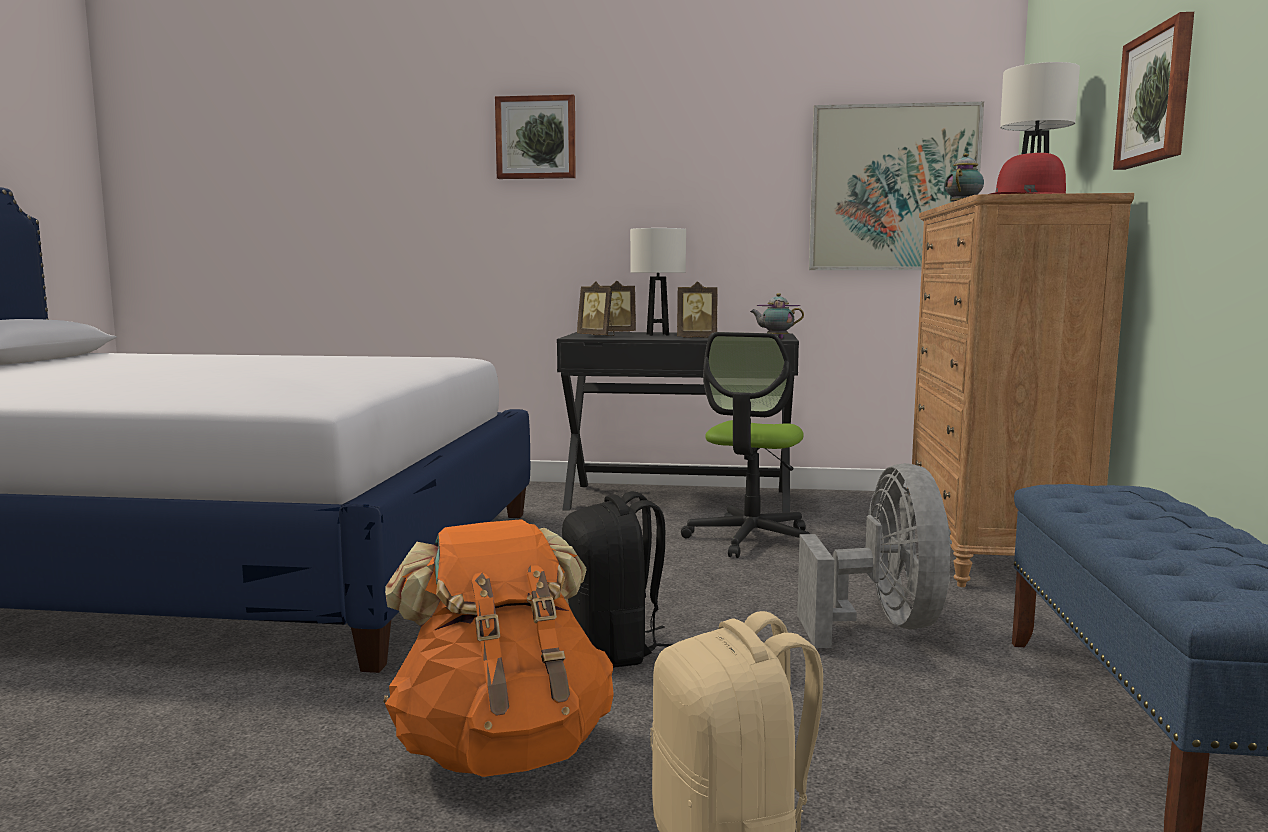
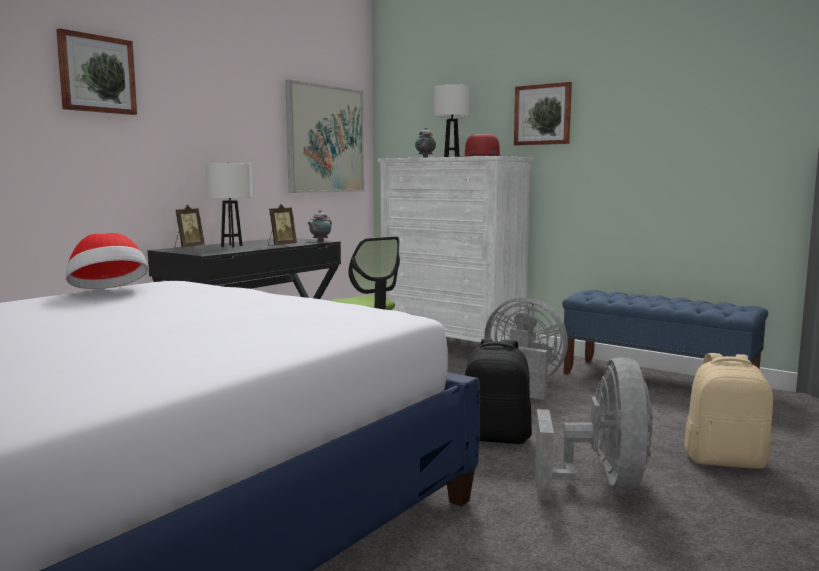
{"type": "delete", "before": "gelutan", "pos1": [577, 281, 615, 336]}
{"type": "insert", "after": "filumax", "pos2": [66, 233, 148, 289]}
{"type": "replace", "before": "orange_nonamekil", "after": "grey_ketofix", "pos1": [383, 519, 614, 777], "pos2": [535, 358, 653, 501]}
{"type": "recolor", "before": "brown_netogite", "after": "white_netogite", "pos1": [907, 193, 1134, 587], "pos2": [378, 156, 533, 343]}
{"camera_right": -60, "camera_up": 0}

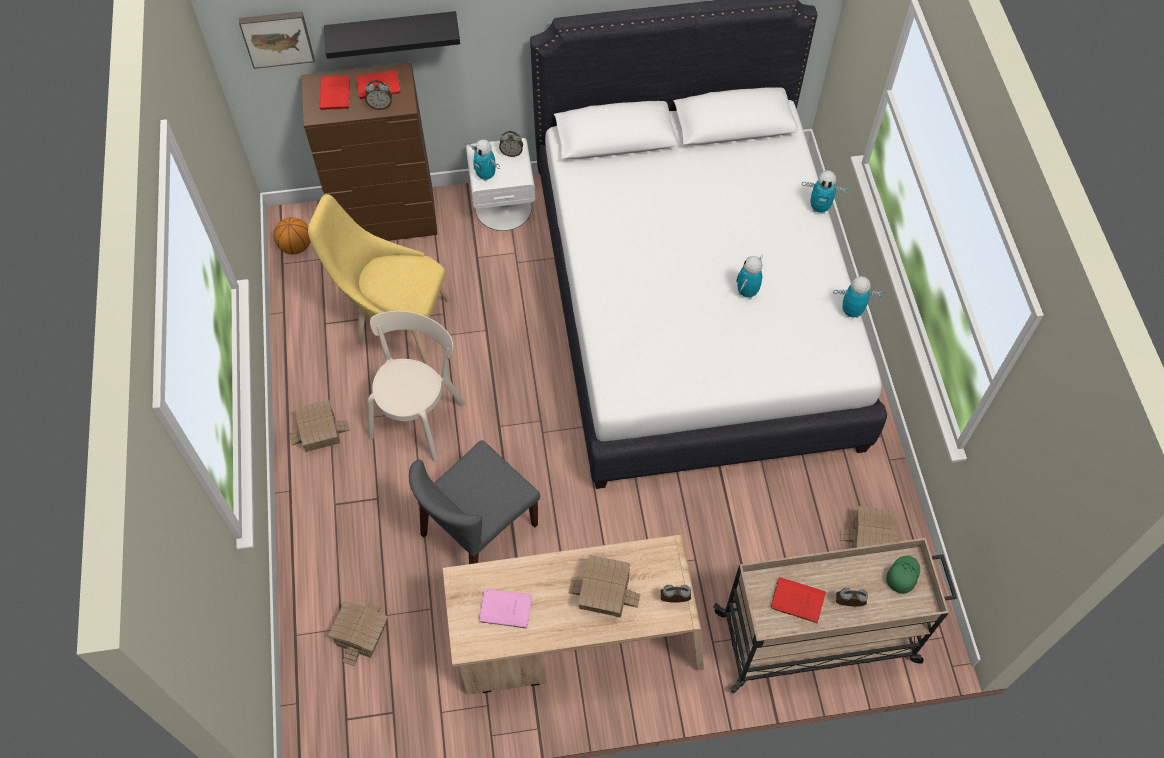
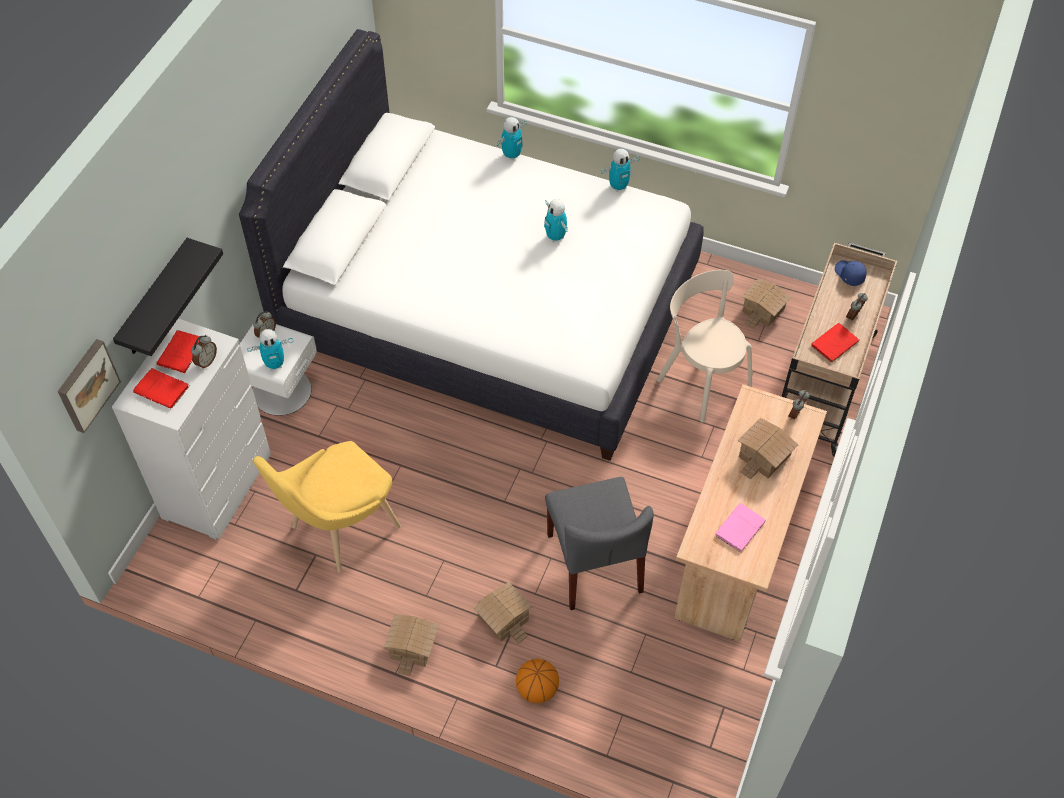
{"type": "move", "before": "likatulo", "pos1": [274, 217, 311, 254], "pos2": [516, 659, 559, 703]}
{"type": "move", "before": "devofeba", "pos1": [328, 601, 388, 666], "pos2": [474, 582, 532, 644]}
{"type": "move", "before": "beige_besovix", "pos1": [367, 311, 465, 461], "pos2": [656, 270, 752, 422]}
{"type": "recolor", "before": "brown_netogite", "after": "white_netogite", "pos1": [301, 63, 437, 241], "pos2": [112, 319, 271, 540]}
{"type": "recolor", "before": "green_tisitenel", "after": "blue_tisitenel", "pos1": [886, 556, 920, 594], "pos2": [835, 260, 867, 286]}
{"type": "rotate", "before": "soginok", "pos1": [833, 276, 884, 318], "pos2": [601, 149, 640, 192], "turn": -150}
{"camera_right": -60, "camera_up": -5}

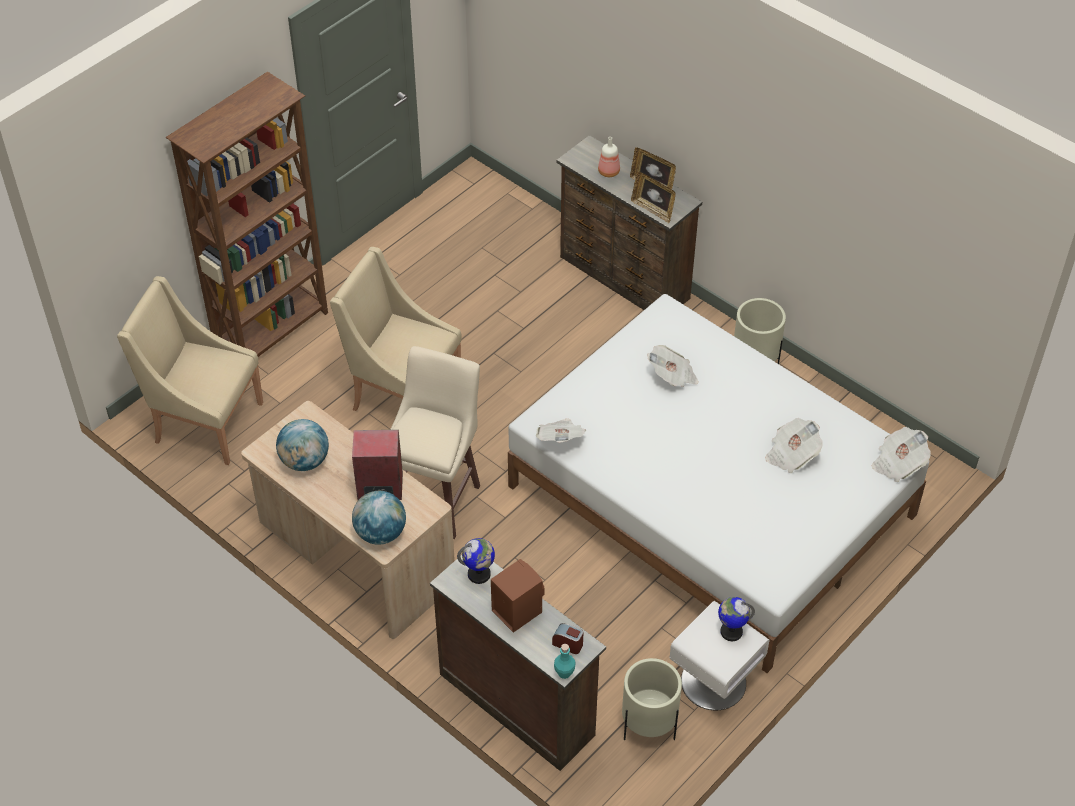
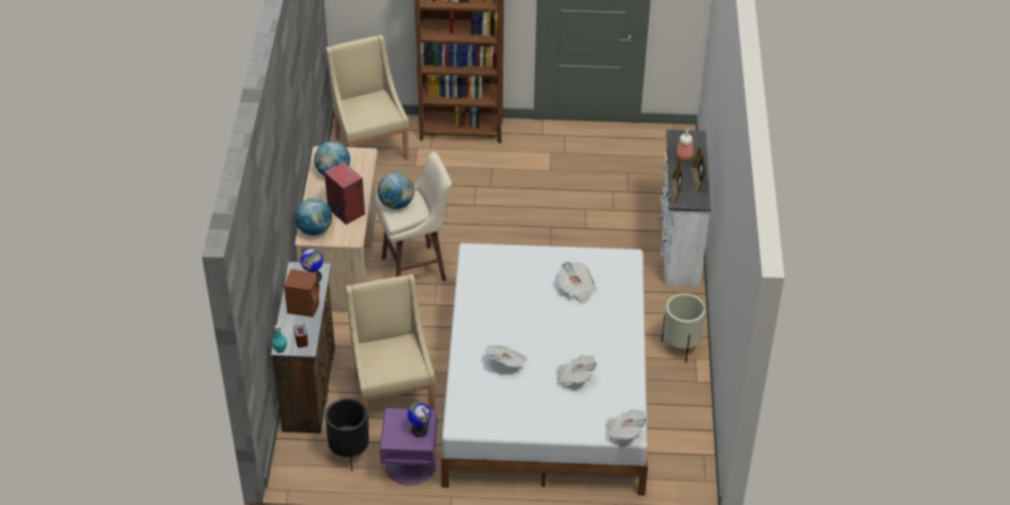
{"type": "insert", "after": "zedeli", "pos2": [378, 172, 415, 209]}
{"type": "move", "before": "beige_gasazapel", "pos1": [330, 247, 462, 411], "pos2": [346, 274, 435, 428]}
{"type": "move", "before": "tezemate", "pos1": [536, 419, 586, 443], "pos2": [485, 346, 527, 368]}
{"type": "recolor", "before": "brown_netogite", "after": "white_netogite", "pos1": [556, 135, 702, 310], "pos2": [660, 130, 711, 287]}
{"type": "recolor", "before": "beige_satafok", "after": "black_satafok", "pos1": [622, 658, 682, 740], "pos2": [325, 398, 369, 471]}
{"type": "recolor", "before": "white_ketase", "after": "purple_ketase", "pos1": [669, 601, 770, 710], "pos2": [380, 408, 438, 485]}
{"camera_right": 50, "camera_up": -5}

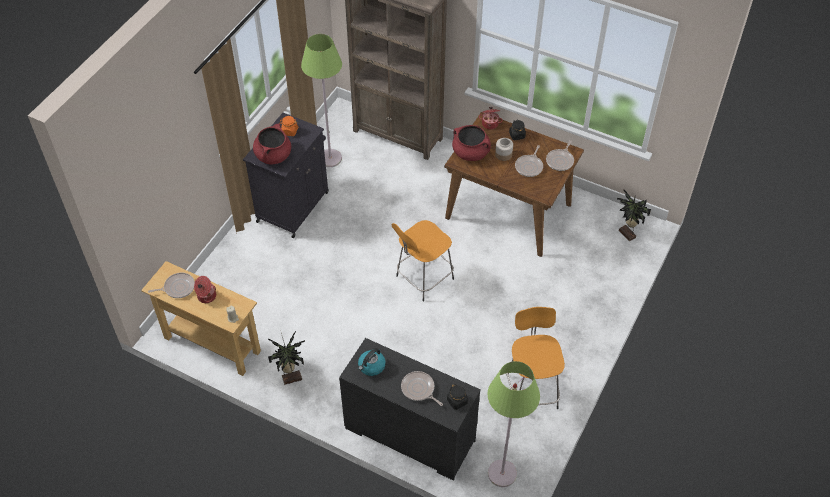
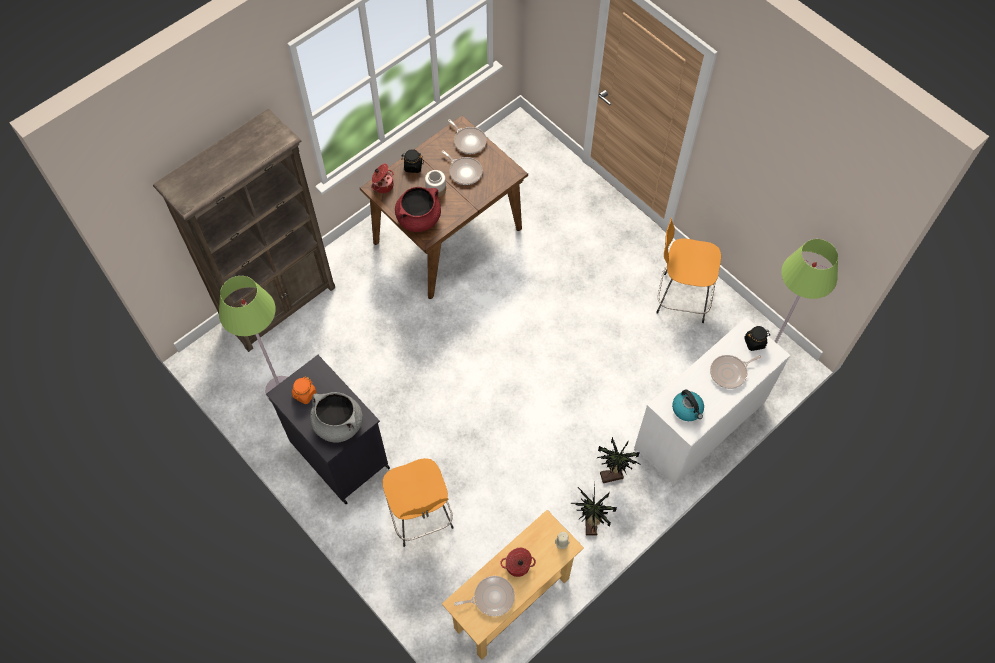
{"type": "move", "before": "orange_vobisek", "pos1": [392, 220, 454, 301], "pos2": [382, 458, 454, 547]}
{"type": "move", "before": "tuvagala", "pos1": [617, 190, 651, 241], "pos2": [597, 437, 640, 483]}
{"type": "recolor", "before": "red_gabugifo", "after": "grey_gabugifo", "pos1": [253, 123, 291, 164], "pos2": [310, 392, 363, 443]}
{"type": "recolor", "before": "black_netogite", "after": "white_netogite", "pos1": [339, 338, 481, 481], "pos2": [634, 317, 790, 487]}
{"type": "rotate", "before": "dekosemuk", "pos1": [148, 273, 195, 298], "pos2": [454, 576, 515, 617], "turn": 75}
{"camera_right": -70, "camera_up": 10}

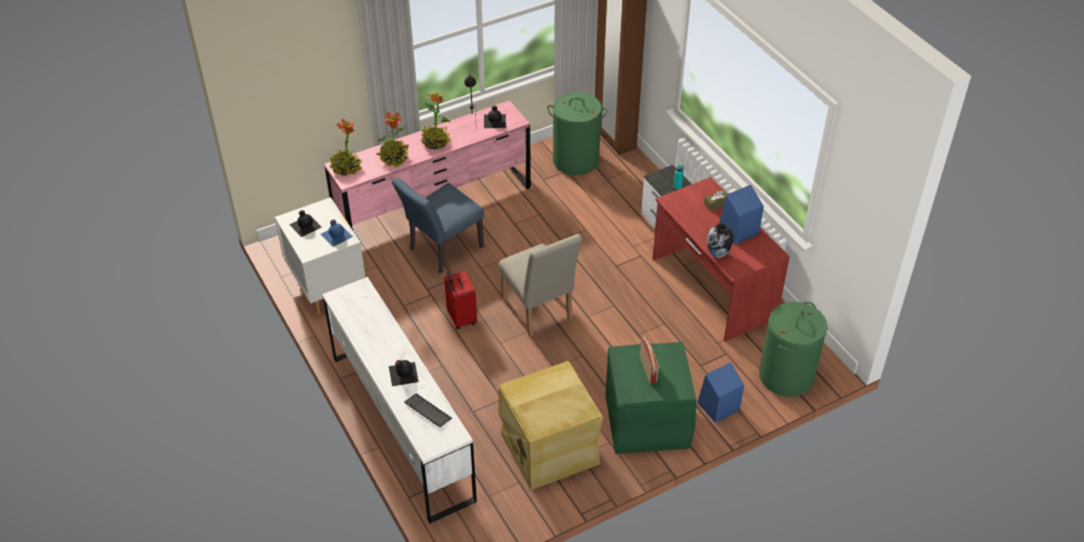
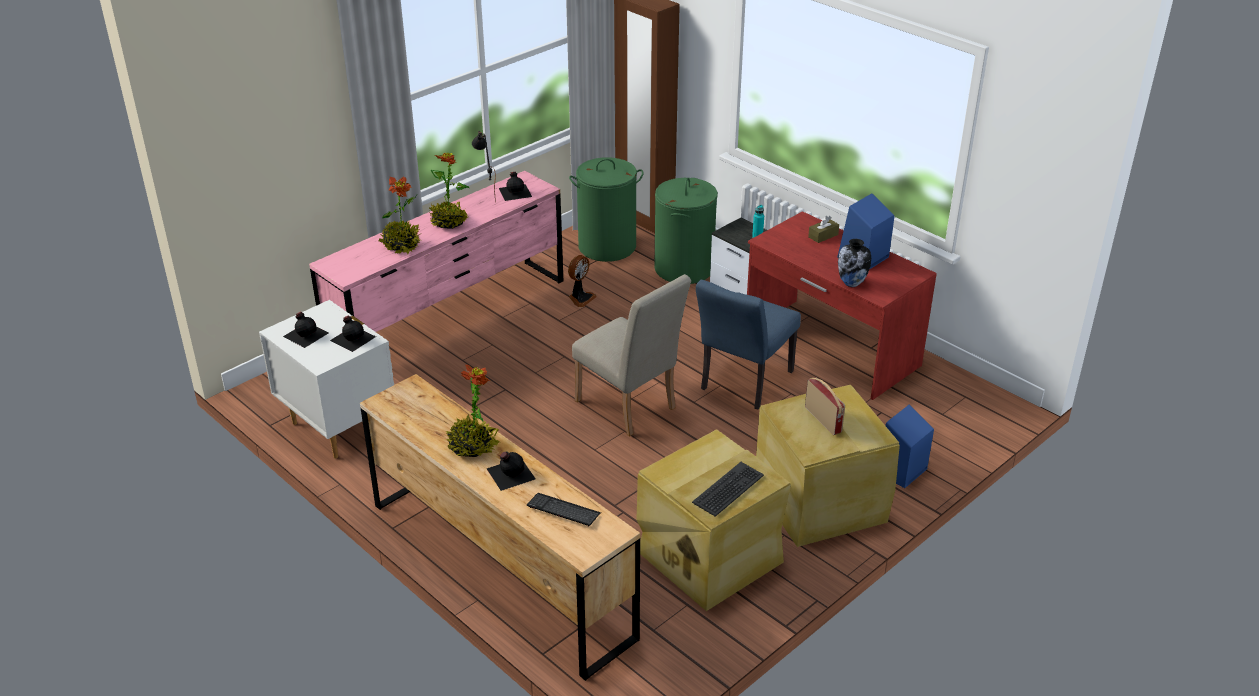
{"type": "delete", "before": "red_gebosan", "pos1": [444, 271, 477, 329]}
{"type": "insert", "after": "ketofix", "pos2": [568, 255, 597, 307]}
{"type": "insert", "after": "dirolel", "pos2": [692, 462, 764, 517]}
{"type": "move", "before": "tuvagala", "pos1": [330, 119, 362, 175], "pos2": [446, 364, 499, 457]}
{"type": "move", "before": "blue_besovix", "pos1": [392, 178, 484, 274], "pos2": [696, 280, 801, 409]}
{"type": "move", "before": "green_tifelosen", "pos1": [759, 302, 828, 397], "pos2": [654, 178, 718, 284]}
{"type": "recolor", "before": "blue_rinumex", "after": "black_rinumex", "pos1": [321, 220, 353, 247], "pos2": [330, 316, 376, 352]}
{"type": "recolor", "before": "white_netogite", "after": "brown_netogite", "pos1": [322, 277, 477, 524], "pos2": [360, 374, 640, 681]}
{"type": "recolor", "before": "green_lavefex", "after": "beige_lavefex", "pos1": [605, 342, 696, 454], "pos2": [756, 385, 900, 547]}
{"camera_right": -15, "camera_up": -10}

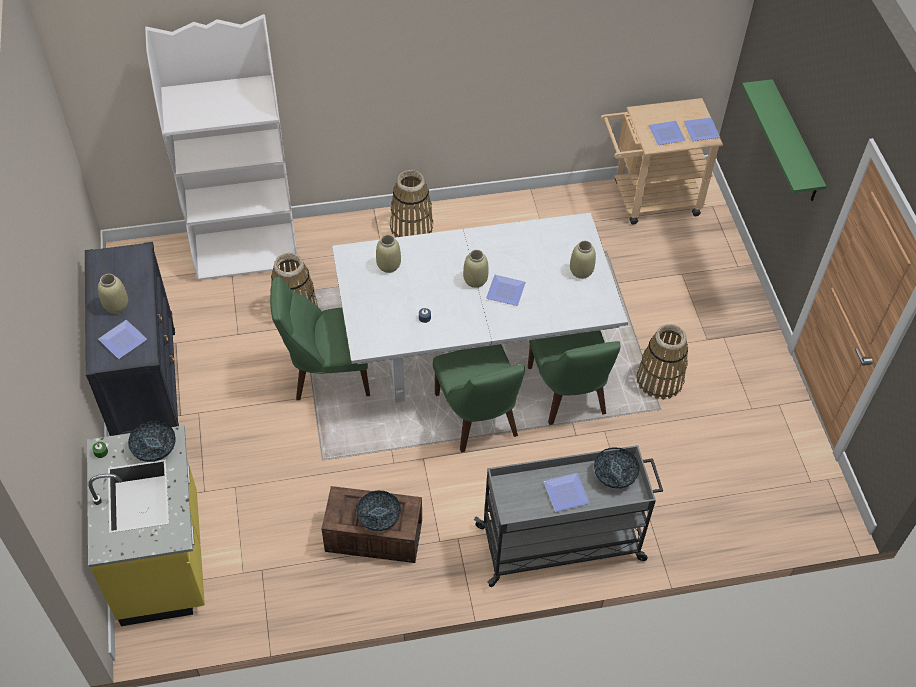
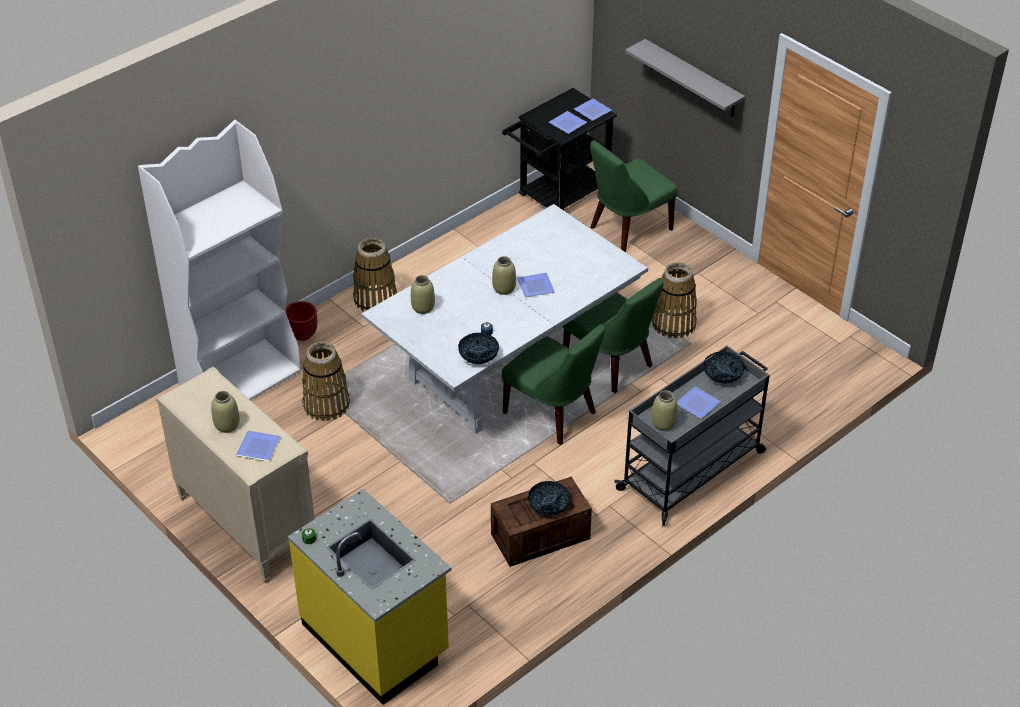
{"type": "insert", "after": "red_satafok", "pos2": [286, 301, 317, 341]}
{"type": "move", "before": "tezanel", "pos1": [128, 420, 176, 462], "pos2": [458, 333, 499, 364]}
{"type": "move", "before": "green_besovix", "pos1": [270, 276, 370, 400], "pos2": [590, 140, 677, 252]}
{"type": "move", "before": "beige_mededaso", "pos1": [570, 241, 596, 279], "pos2": [652, 390, 678, 431]}
{"type": "recolor", "before": "black_netogite", "after": "beige_netogite", "pos1": [85, 242, 179, 436], "pos2": [156, 366, 315, 583]}
{"type": "recolor", "before": "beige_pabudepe", "after": "black_pabudepe", "pos1": [600, 98, 723, 225], "pos2": [502, 88, 617, 210]}
{"type": "recolor", "before": "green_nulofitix", "after": "grey_nulofitix", "pos1": [742, 79, 826, 201], "pos2": [625, 39, 745, 117]}
{"camera_right": -30, "camera_up": -10}

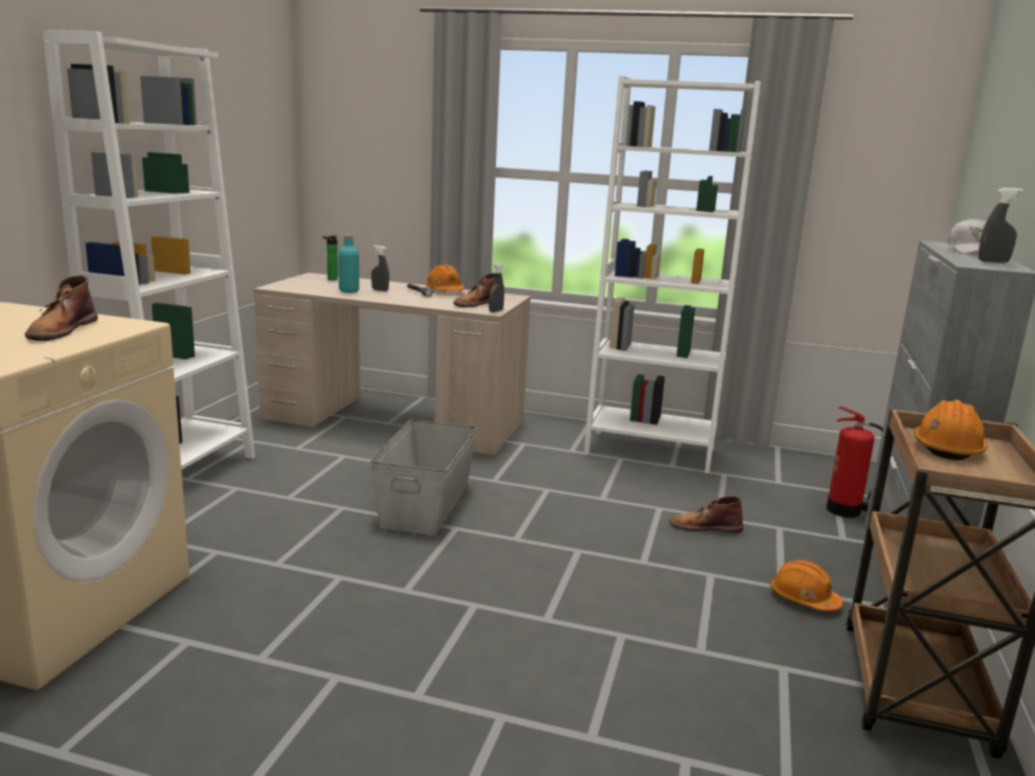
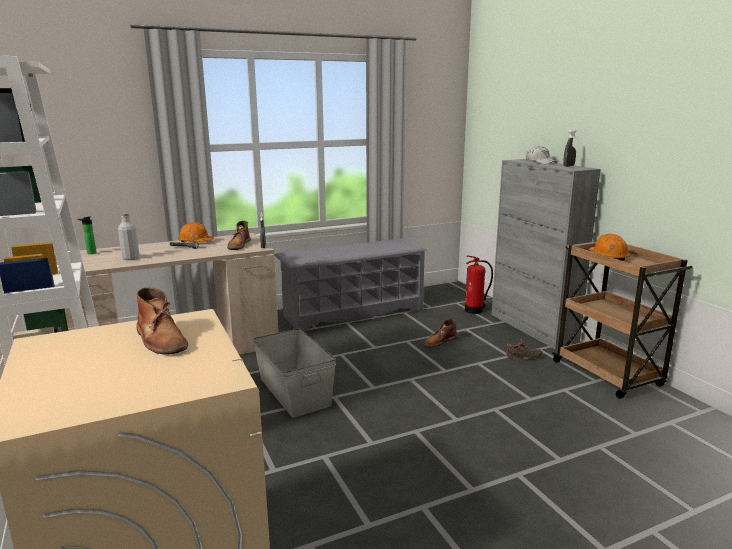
{"type": "delete", "before": "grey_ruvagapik", "pos1": [371, 245, 389, 291]}
{"type": "replace", "before": "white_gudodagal", "after": "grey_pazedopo", "pos1": [584, 76, 761, 474], "pos2": [274, 238, 427, 331]}
{"type": "replace", "before": "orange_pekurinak", "after": "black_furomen", "pos1": [770, 560, 843, 611], "pos2": [506, 339, 543, 359]}
{"type": "recolor", "before": "turquoise_rinumex", "after": "grey_rinumex", "pos1": [338, 235, 359, 293], "pos2": [118, 213, 140, 260]}
{"camera_right": -40, "camera_up": 0}

